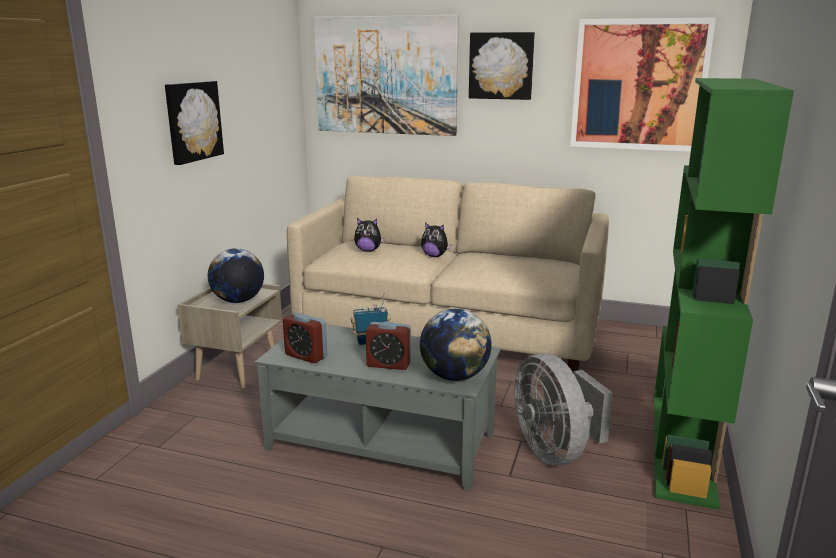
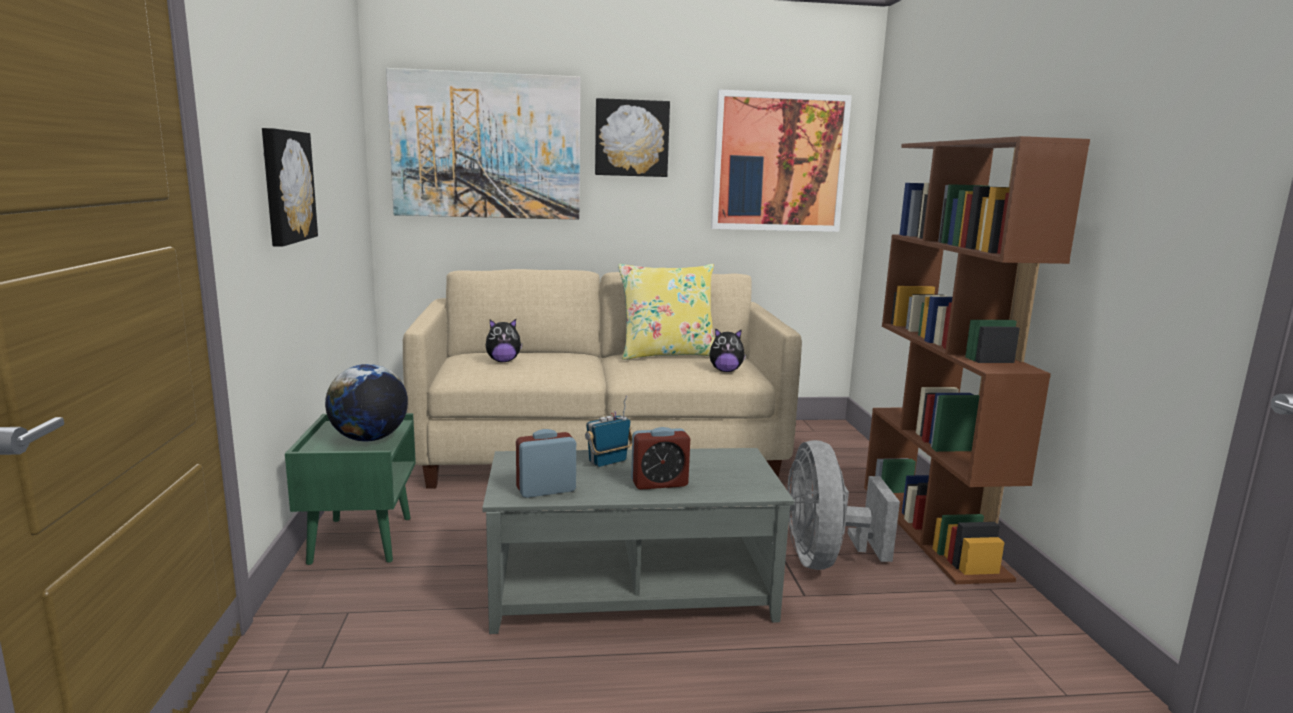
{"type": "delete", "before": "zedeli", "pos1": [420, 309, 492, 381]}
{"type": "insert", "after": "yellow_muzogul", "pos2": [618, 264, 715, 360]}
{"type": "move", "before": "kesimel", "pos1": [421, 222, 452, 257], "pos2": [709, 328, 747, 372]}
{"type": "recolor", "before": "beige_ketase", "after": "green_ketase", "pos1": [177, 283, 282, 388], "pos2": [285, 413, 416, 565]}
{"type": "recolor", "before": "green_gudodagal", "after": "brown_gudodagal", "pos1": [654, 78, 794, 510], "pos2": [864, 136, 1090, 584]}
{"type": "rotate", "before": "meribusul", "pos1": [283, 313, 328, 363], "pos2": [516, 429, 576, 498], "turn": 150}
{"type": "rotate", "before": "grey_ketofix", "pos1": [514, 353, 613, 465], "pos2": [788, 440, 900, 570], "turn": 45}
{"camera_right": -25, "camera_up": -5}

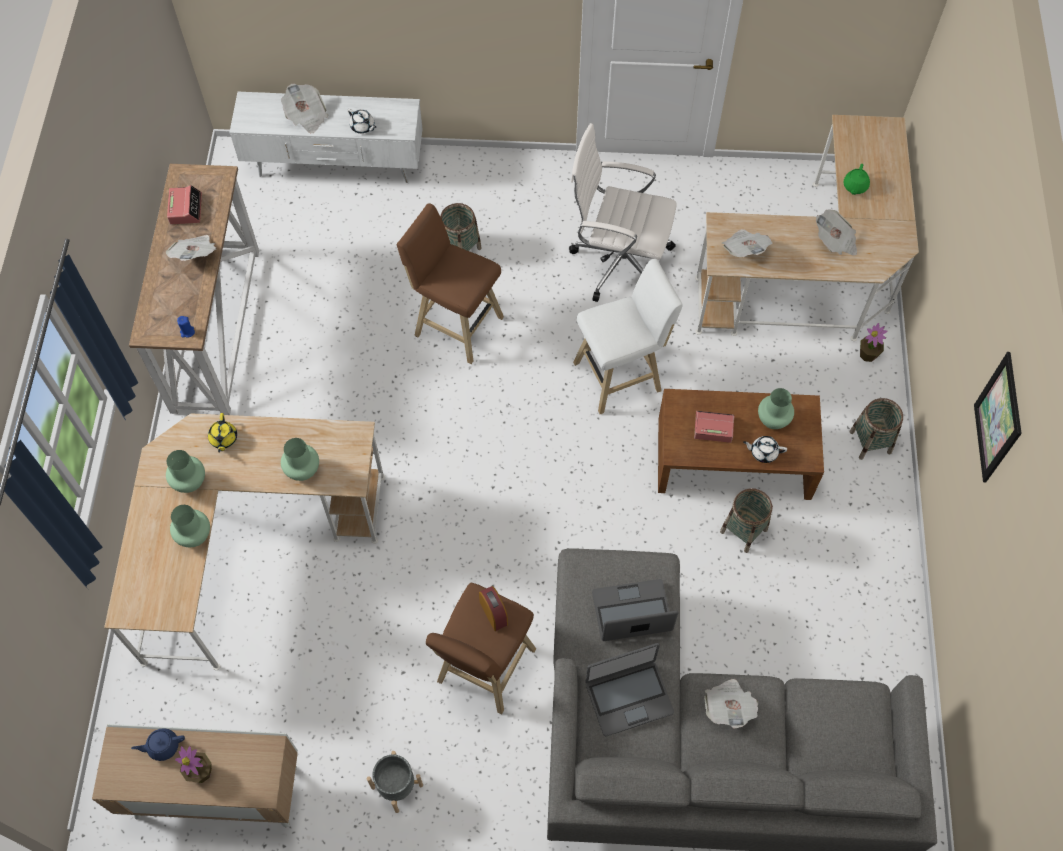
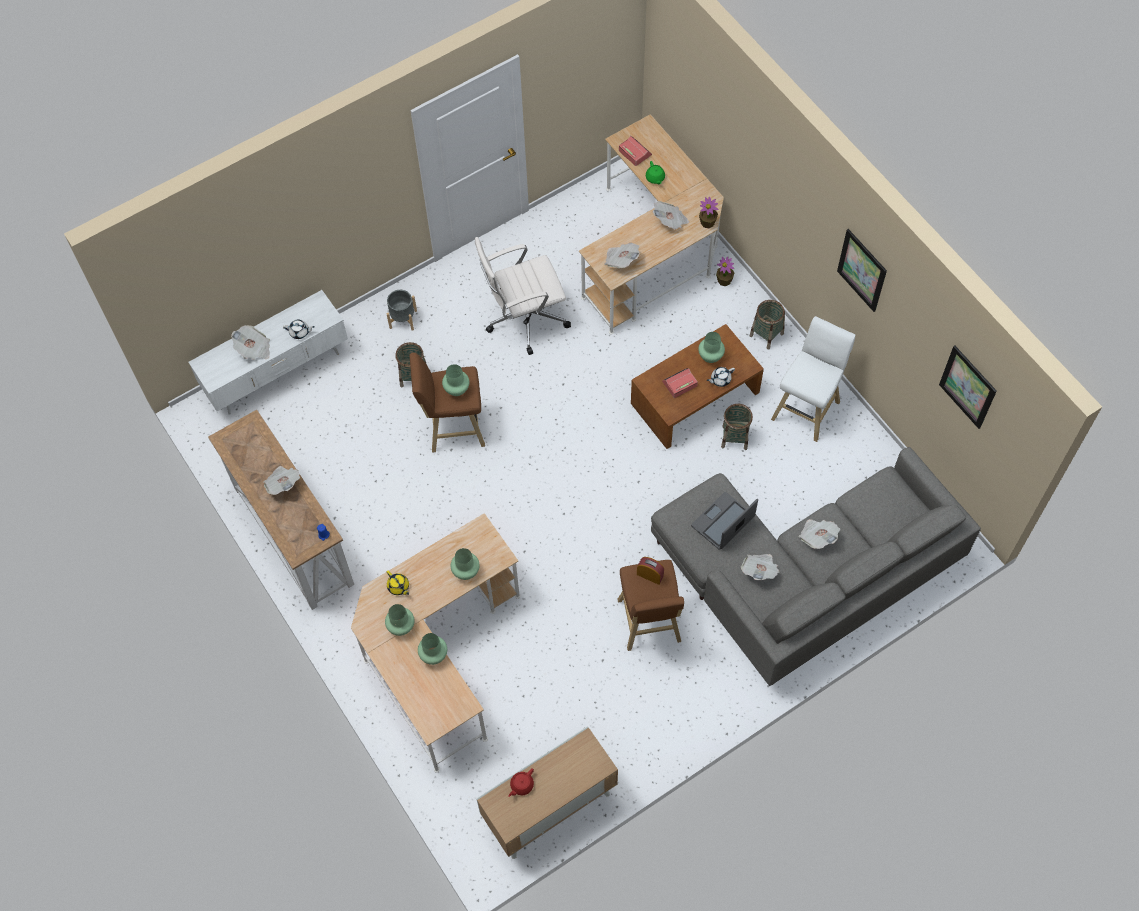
{"type": "insert", "after": "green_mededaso", "pos2": [442, 364, 469, 396]}
{"type": "insert", "after": "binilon", "pos2": [939, 346, 997, 429]}
{"type": "move", "before": "meribusul", "pos1": [167, 185, 202, 224], "pos2": [619, 136, 652, 166]}
{"type": "move", "before": "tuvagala", "pos1": [175, 746, 212, 783], "pos2": [699, 197, 718, 229]}
{"type": "move", "before": "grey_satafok", "pos1": [367, 751, 423, 813], "pos2": [386, 290, 417, 331]}
{"type": "move", "before": "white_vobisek", "pos1": [573, 259, 683, 414], "pos2": [771, 316, 855, 442]}
{"type": "replace", "before": "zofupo", "after": "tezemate", "pos1": [585, 643, 674, 736], "pos2": [741, 554, 780, 580]}
{"type": "recolor", "before": "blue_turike", "after": "red_turike", "pos1": [131, 728, 185, 761], "pos2": [508, 768, 534, 797]}
{"camera_right": -35, "camera_up": 0}

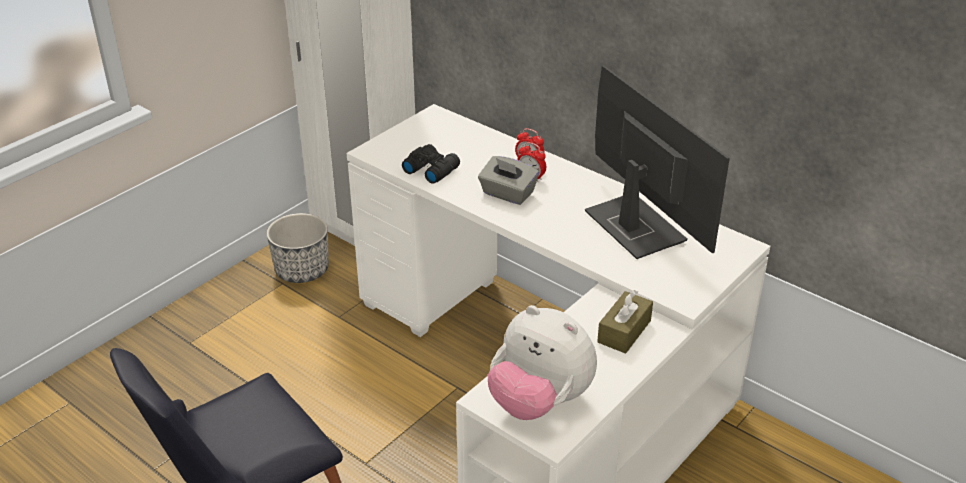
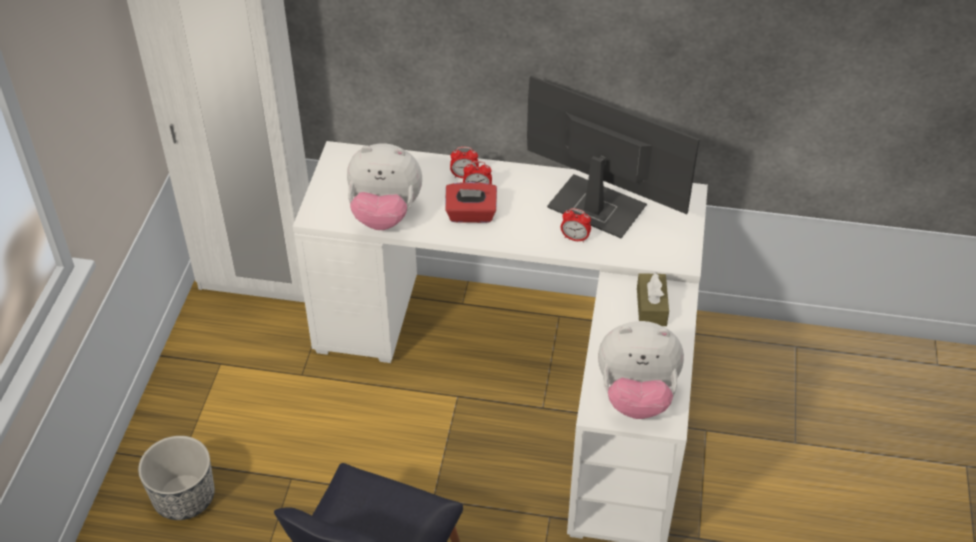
{"type": "insert", "after": "meribusul", "pos2": [561, 208, 591, 243]}
{"type": "move", "before": "satafok", "pos1": [267, 213, 329, 283], "pos2": [138, 436, 215, 520]}
{"type": "replace", "before": "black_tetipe", "after": "kesimel", "pos1": [402, 144, 460, 184], "pos2": [347, 143, 422, 230]}
{"type": "recolor", "before": "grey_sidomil", "after": "red_sidomil", "pos1": [478, 156, 539, 205], "pos2": [445, 182, 497, 223]}
{"camera_right": -30, "camera_up": 10}

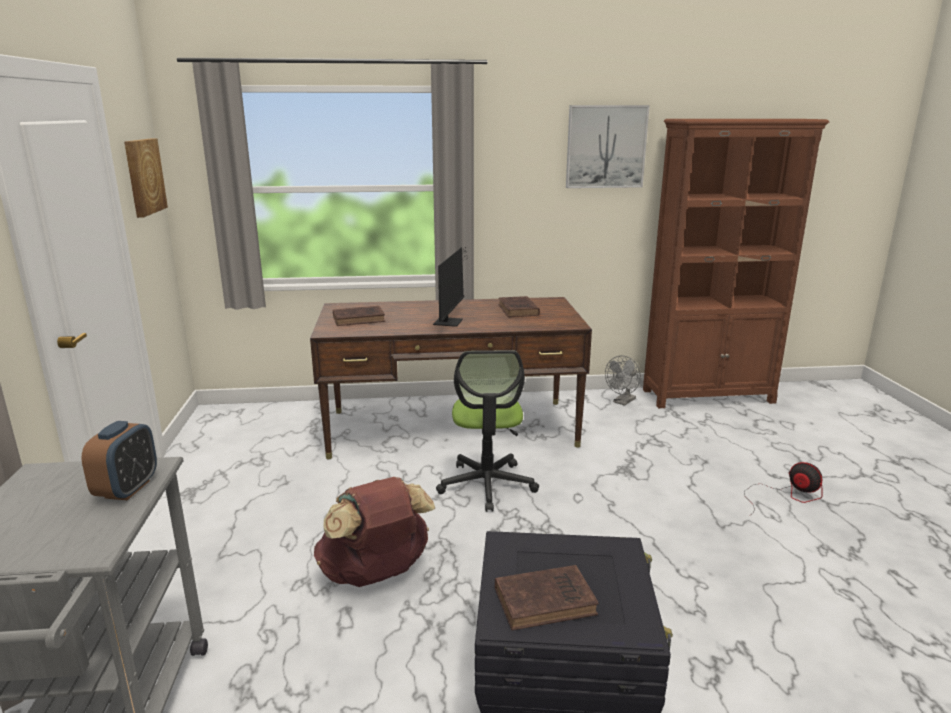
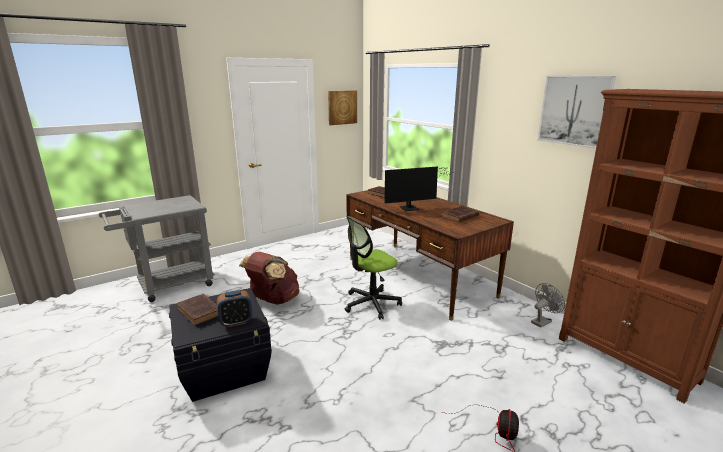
{"type": "move", "before": "meribusul", "pos1": [82, 421, 157, 500], "pos2": [217, 290, 252, 327]}
{"type": "rotate", "before": "grey_ketofix", "pos1": [605, 356, 641, 406], "pos2": [531, 283, 565, 328], "turn": 135}
{"camera_right": 60, "camera_up": 0}

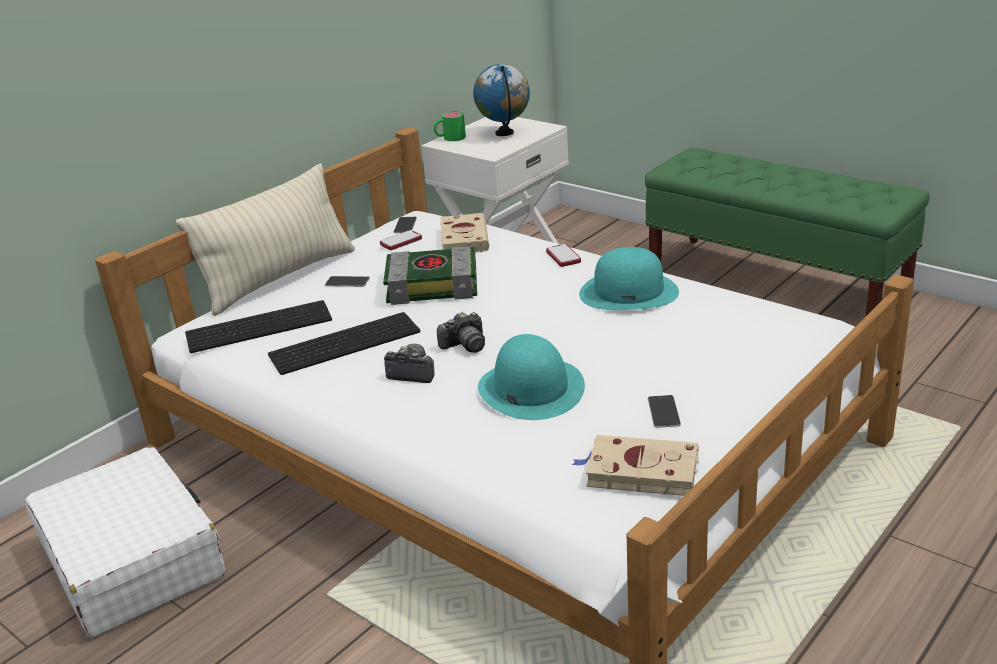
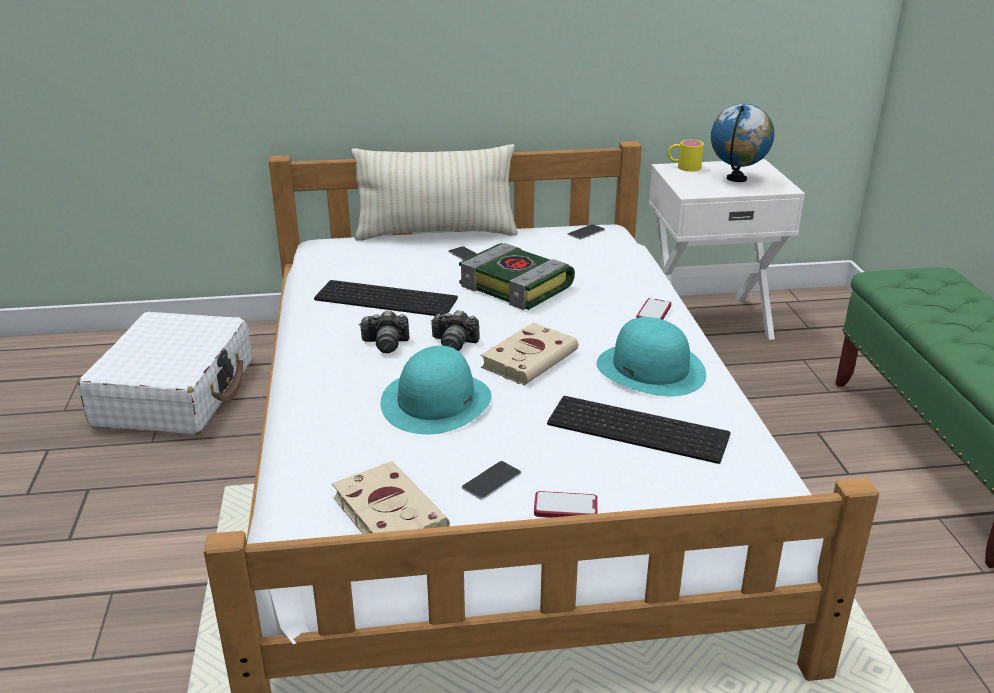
{"type": "move", "before": "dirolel", "pos1": [185, 300, 332, 353], "pos2": [547, 396, 731, 464]}
{"type": "move", "before": "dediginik", "pos1": [380, 230, 422, 250], "pos2": [534, 491, 598, 518]}
{"type": "move", "before": "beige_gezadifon", "pos1": [440, 213, 489, 252], "pos2": [481, 323, 578, 385]}
{"type": "recolor", "before": "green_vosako", "after": "yellow_vosako", "pos1": [434, 111, 466, 141], "pos2": [668, 140, 704, 171]}
{"type": "rotate", "before": "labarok", "pos1": [384, 344, 435, 383], "pos2": [360, 310, 409, 353], "turn": 120}
{"camera_right": 40, "camera_up": 0}

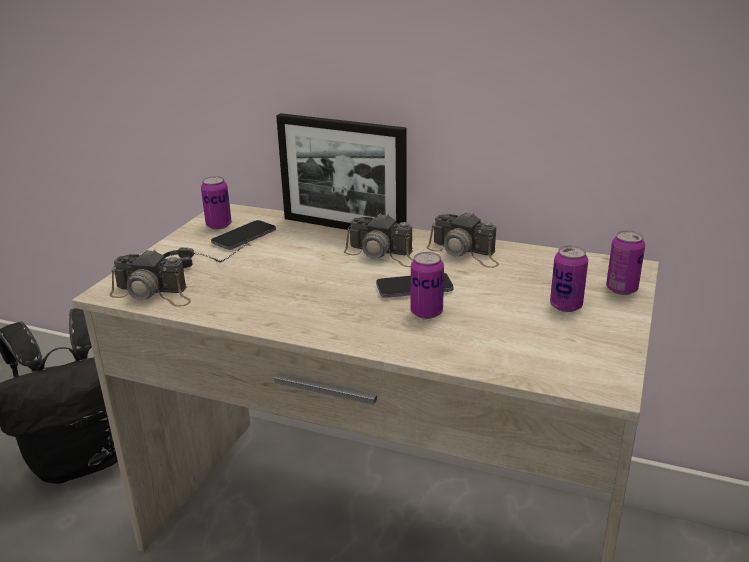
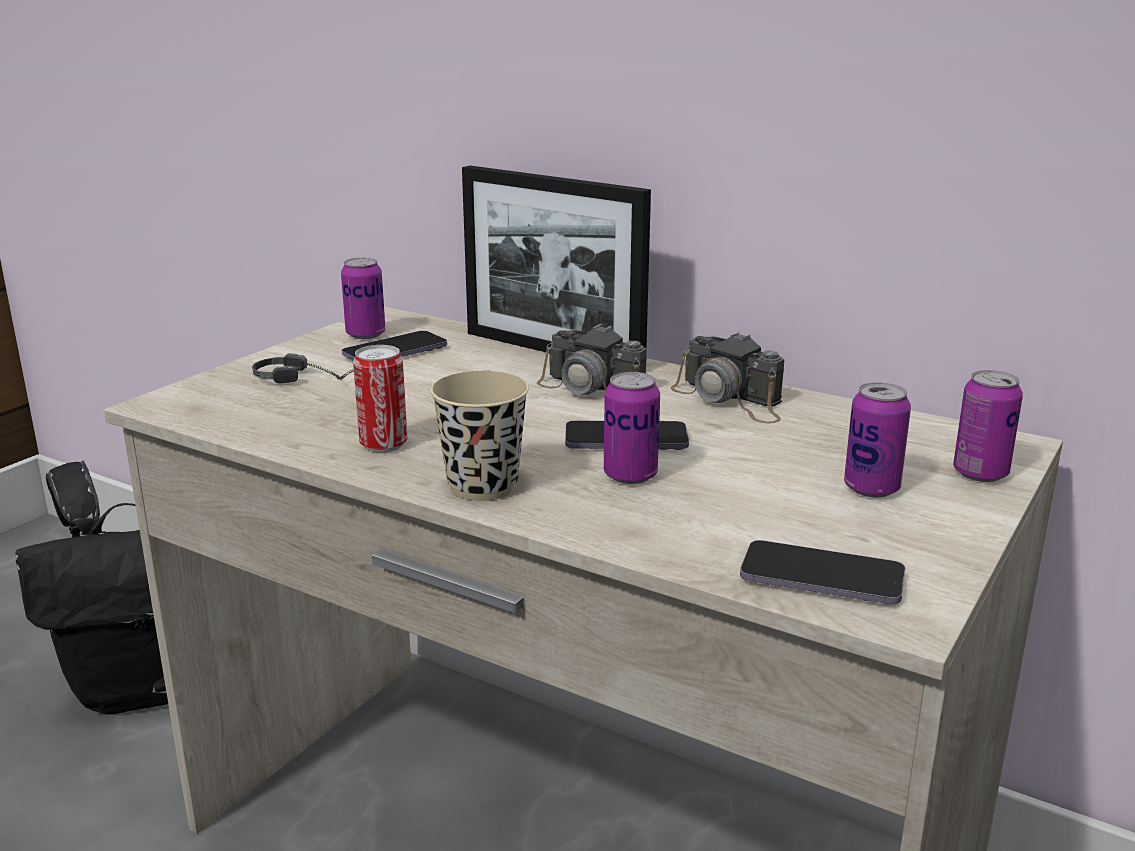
{"type": "delete", "before": "labarok", "pos1": [109, 249, 191, 307]}
{"type": "insert", "after": "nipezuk", "pos2": [353, 345, 407, 452]}
{"type": "insert", "after": "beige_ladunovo", "pos2": [430, 371, 529, 501]}
{"type": "insert", "after": "dediginik", "pos2": [740, 540, 905, 604]}
{"camera_right": 10, "camera_up": -5}

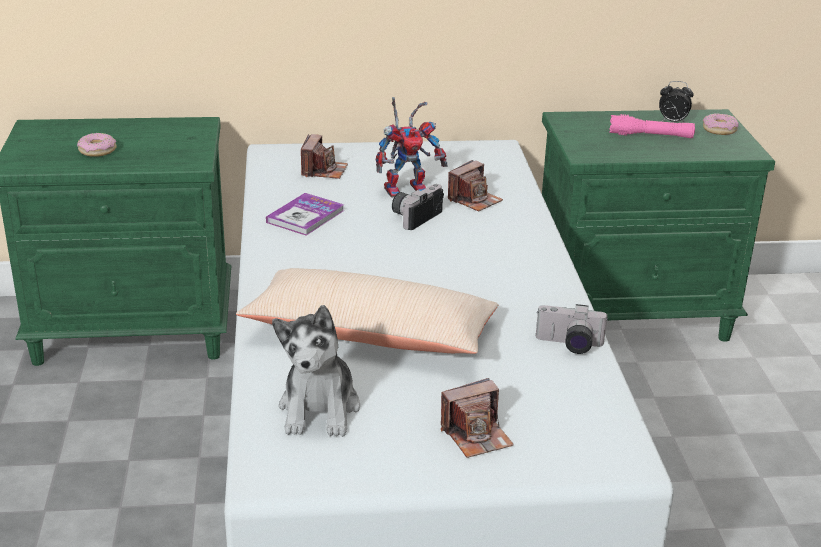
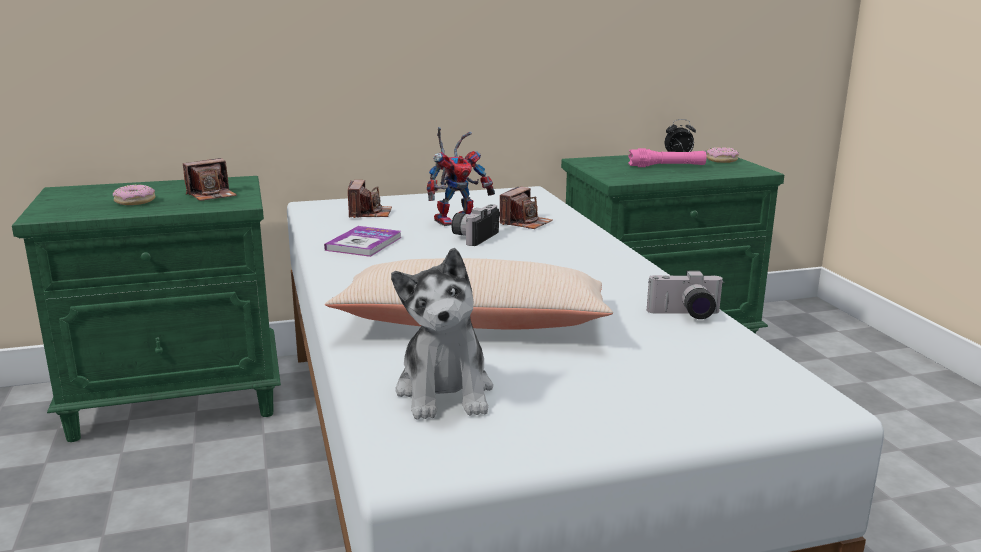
{"type": "move", "before": "labarok", "pos1": [441, 378, 514, 458], "pos2": [183, 158, 237, 201]}
{"camera_right": -10, "camera_up": -10}

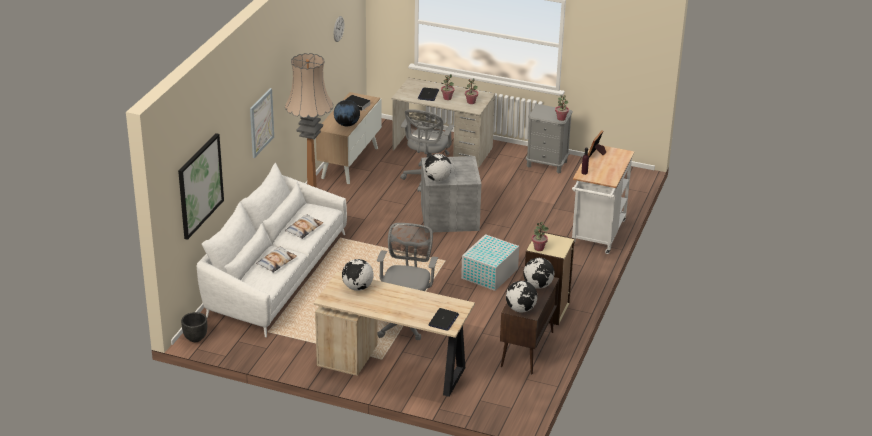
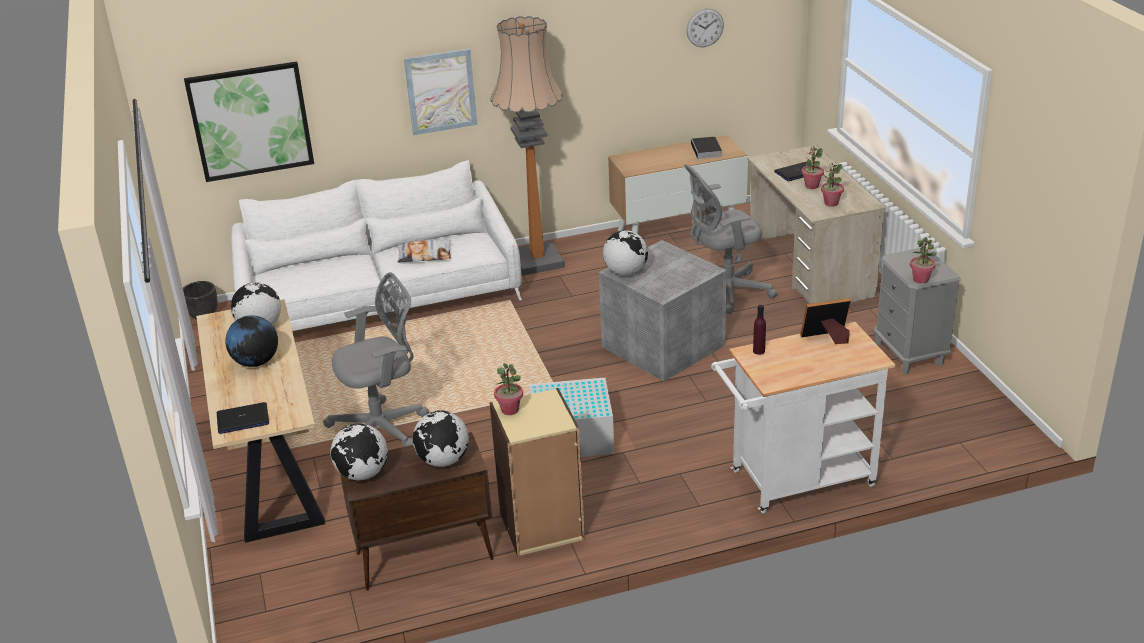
{"type": "delete", "before": "muzogul", "pos1": [256, 246, 297, 273]}
{"type": "move", "before": "zedeli", "pos1": [334, 100, 360, 126], "pos2": [225, 315, 278, 367]}
{"camera_right": 55, "camera_up": 0}

